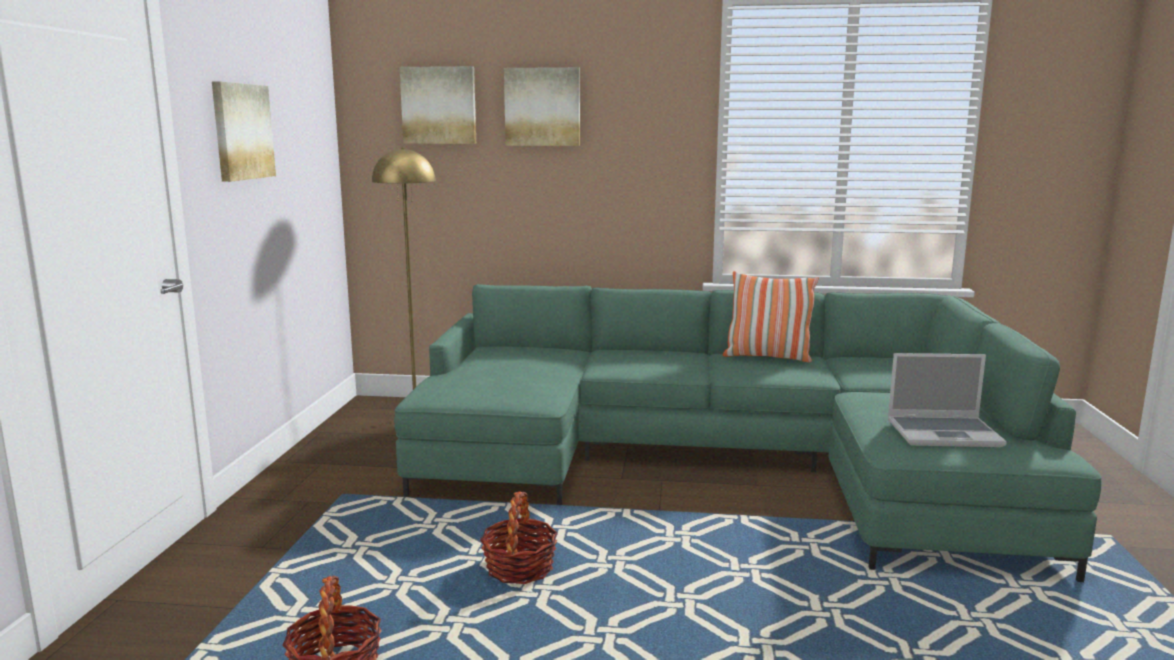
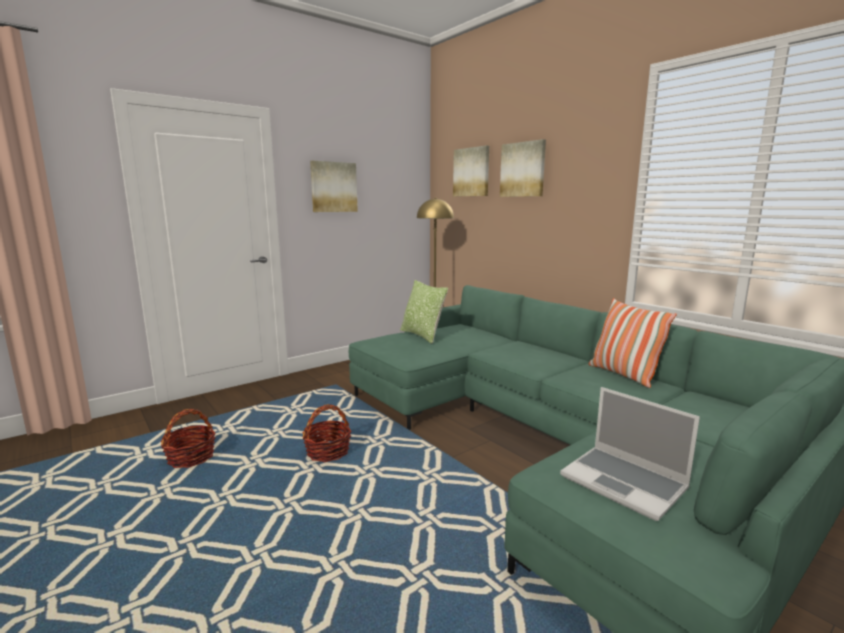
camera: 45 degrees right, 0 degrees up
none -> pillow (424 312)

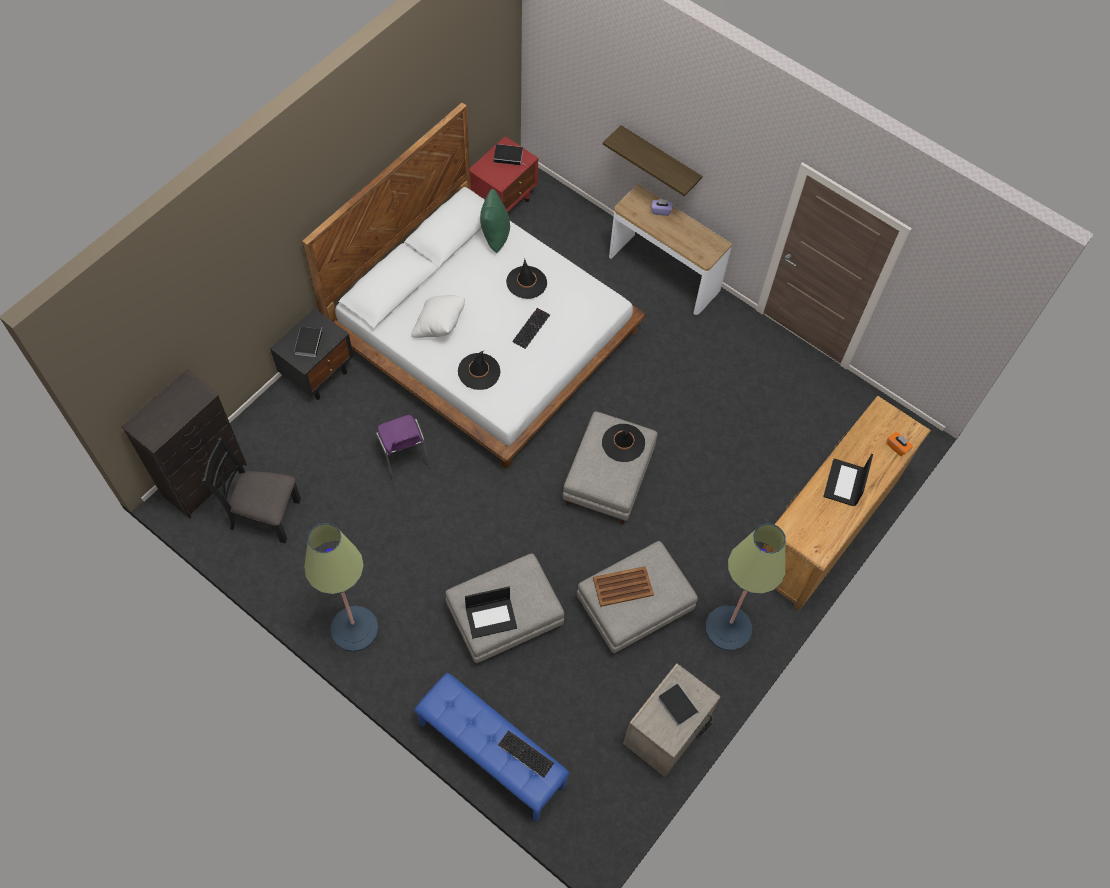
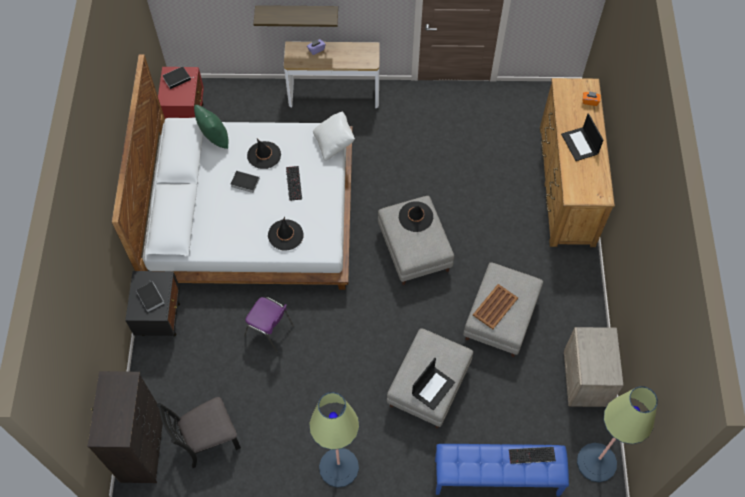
camera: 35 degrees left, 0 degrees up
pillow in whitish (438 316) -> pillow in whitish (334 136), shifted
book (678 704) -> book (245 182), shifted
floor lamp (745 587) -> floor lamp (617 434), shifted

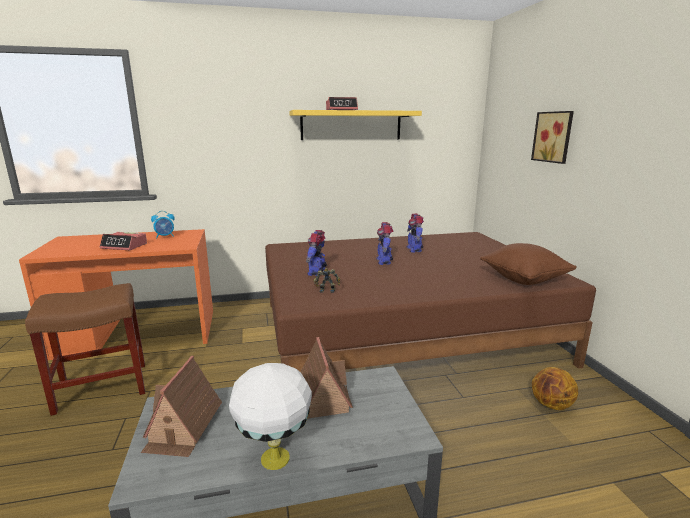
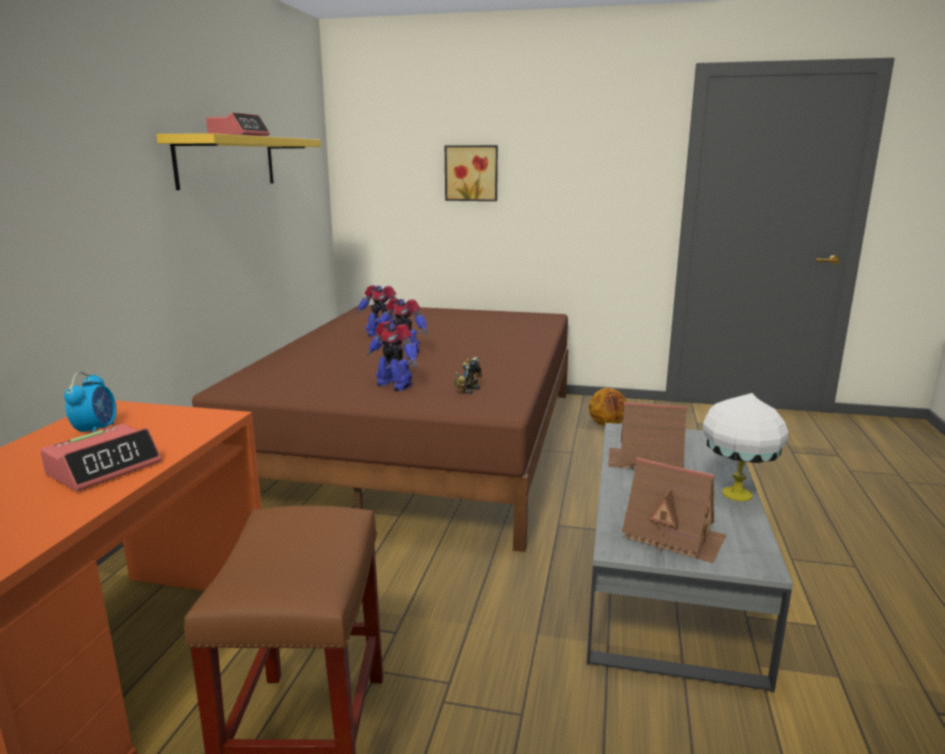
camera: 65 degrees left, 0 degrees up
pillow in brownish (528 264) -> none

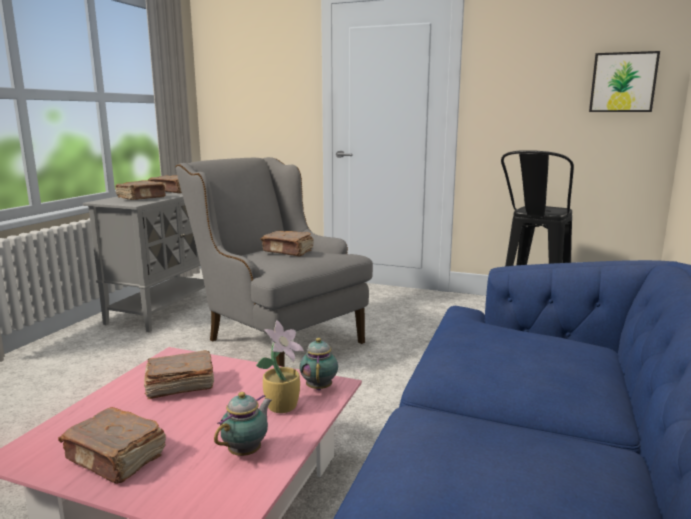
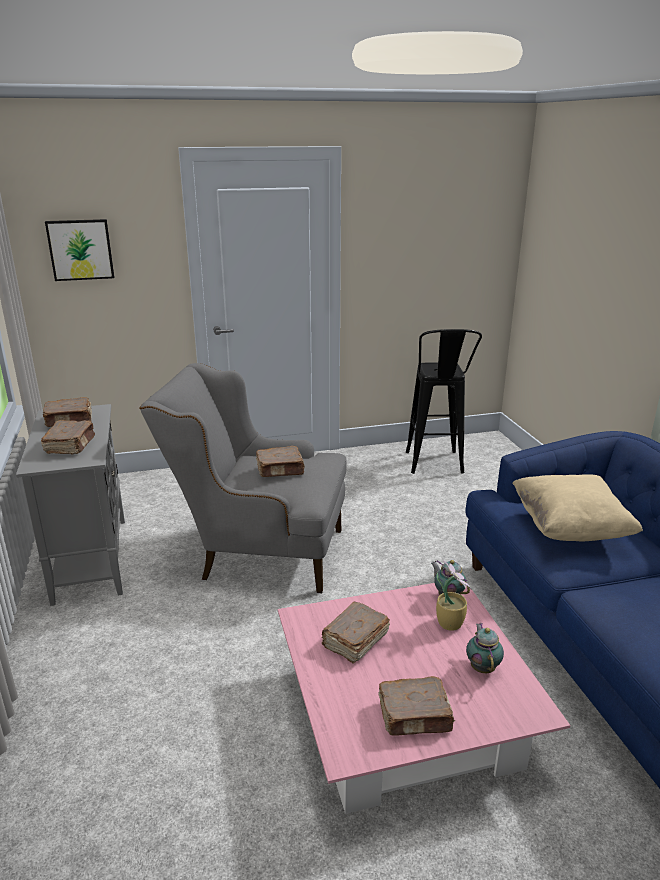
camera: 35 degrees left, 10 degrees up
wall picture (624 81) -> wall picture (79 250), shifted
none -> pillow in beige (577 508)

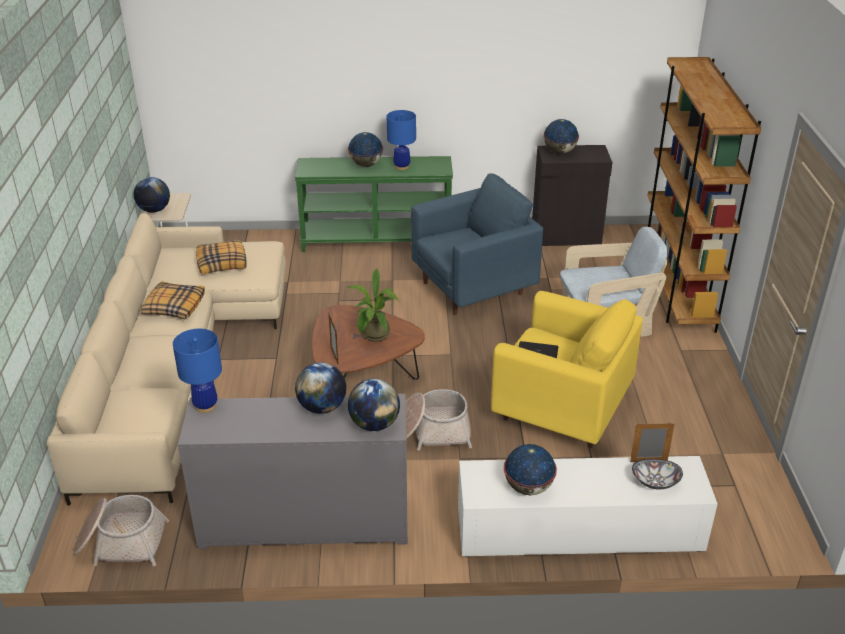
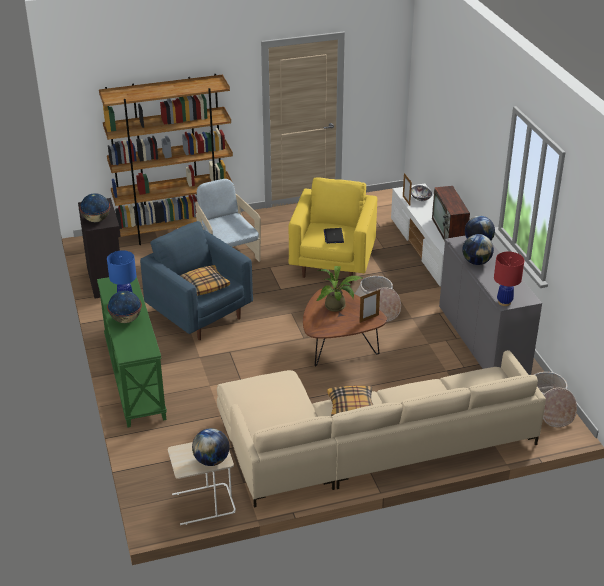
camera: 105 degrees left, 0 degrees up
tabletop lamp in bluish (197 371) -> tabletop lamp in red-coloured (509 279)
pillow (221 257) -> pillow (205 280), shifted
desk globe (530 469) -> TV (451 213)

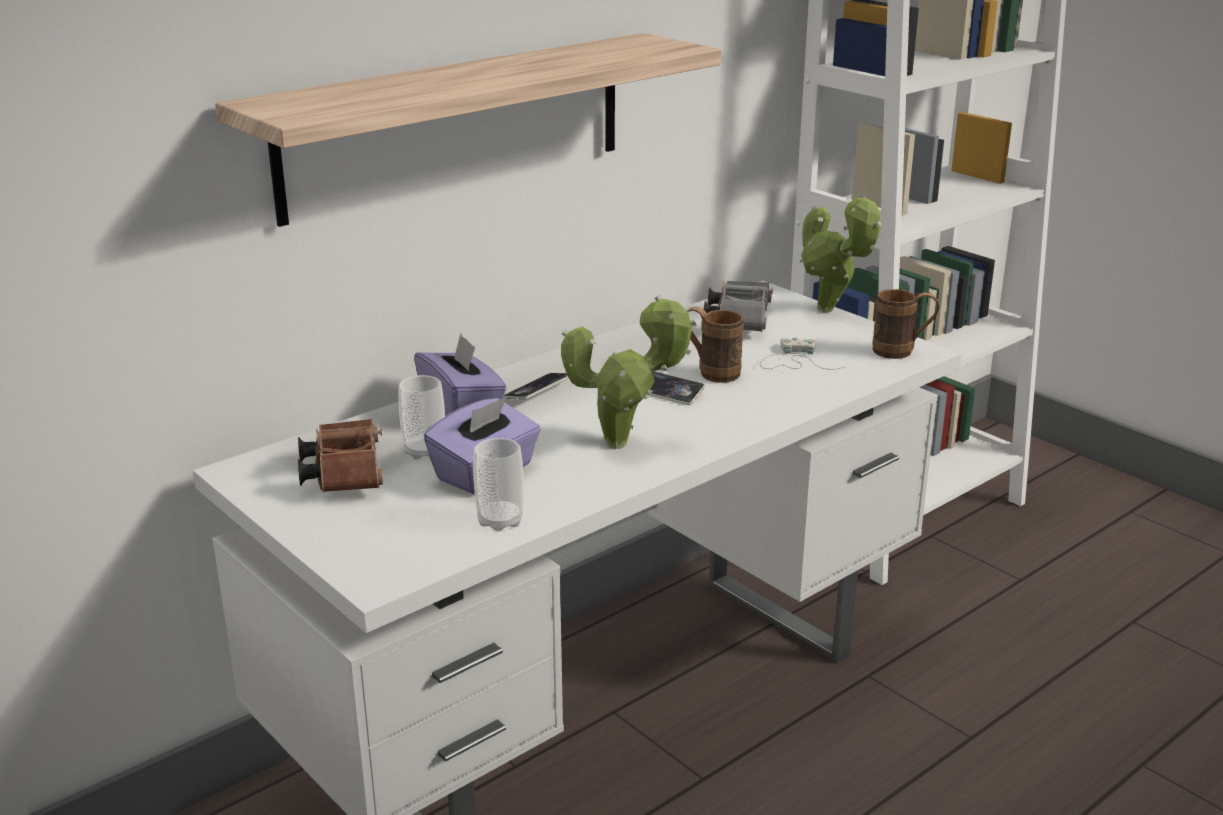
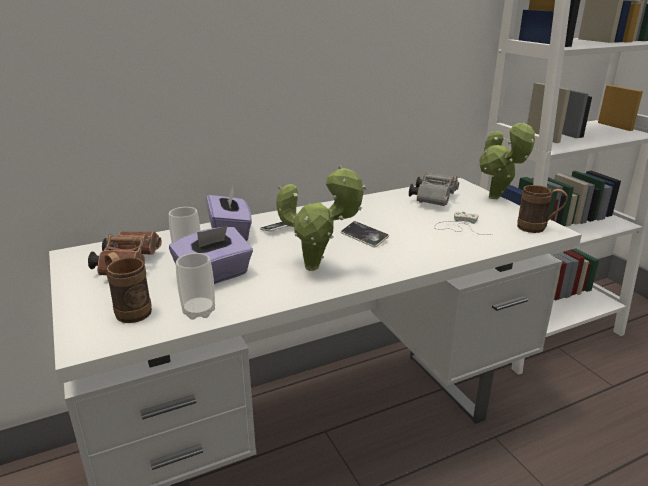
camera: 15 degrees right, 0 degrees up
shelf (468 130) -> none
tea mug in brownish (715 344) -> tea mug in brownish (128 287), shifted

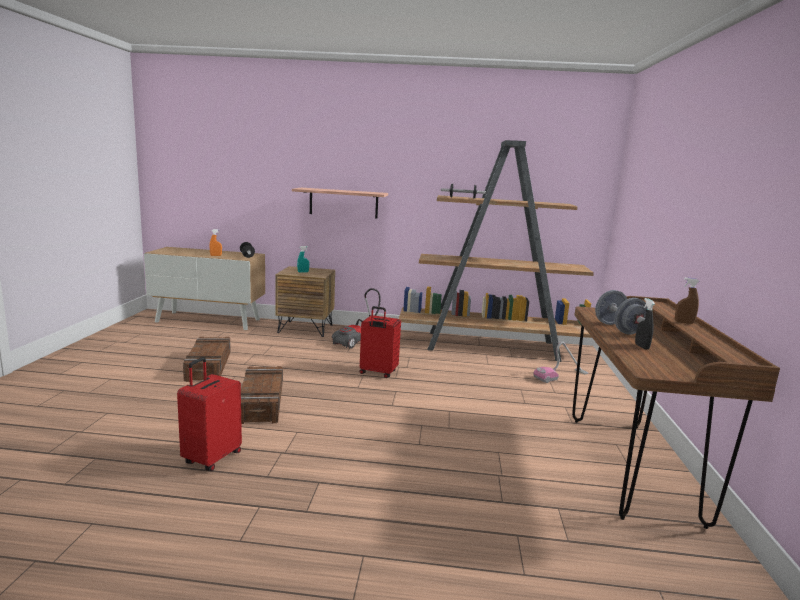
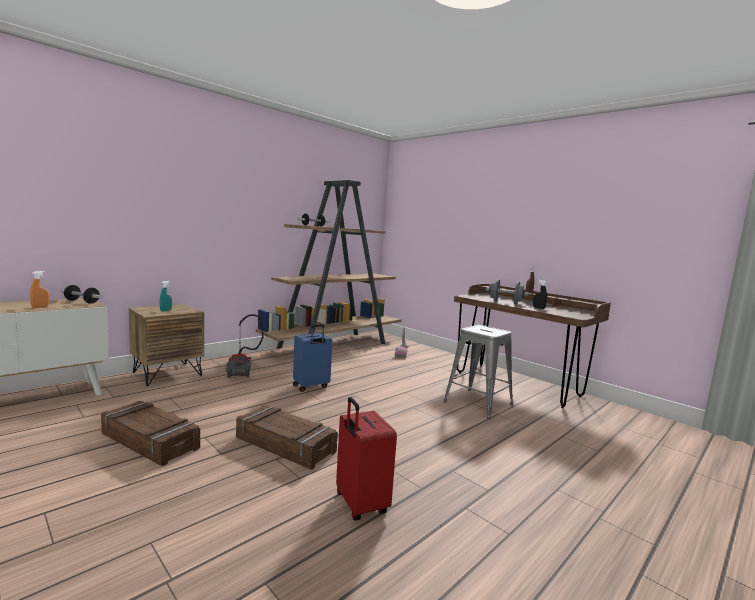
camera: 50 degrees left, 5 degrees down
shelf (340 203) -> none
piece of luggage in red-coloured (380 342) -> piece of luggage in bluish (312 358)
none -> stool seat in grey (478 372)

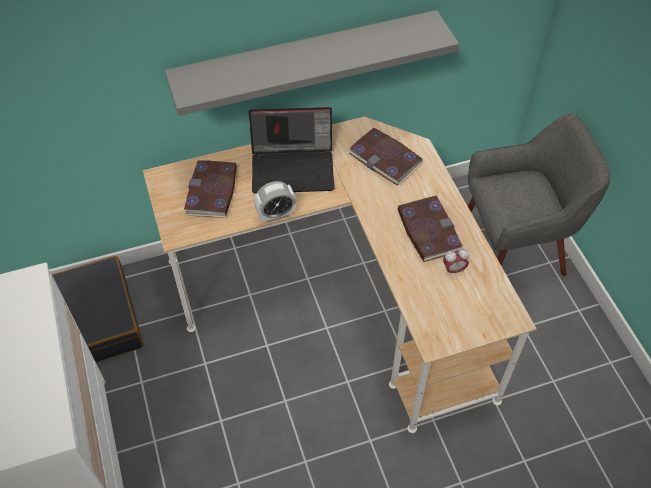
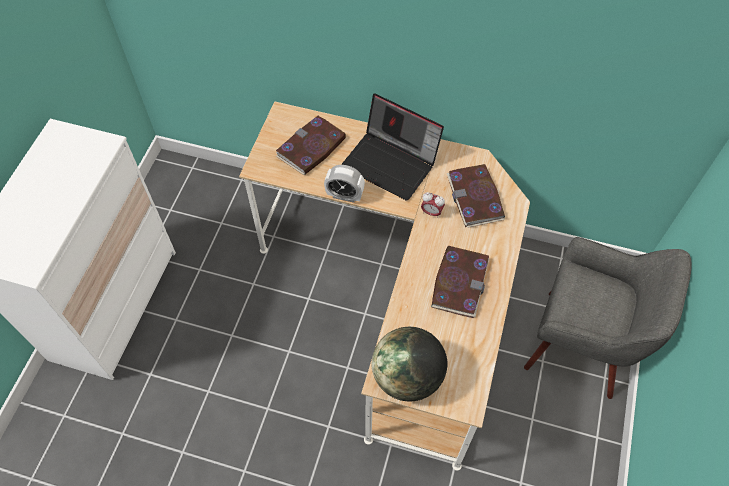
camera: 35 degrees right, 5 degrees up
piece of luggage in blackish (98 309) -> none
shelf in grey (312 63) -> none
alarm clock (456 262) -> alarm clock (433 204), shifted
none -> desk globe (409 364)

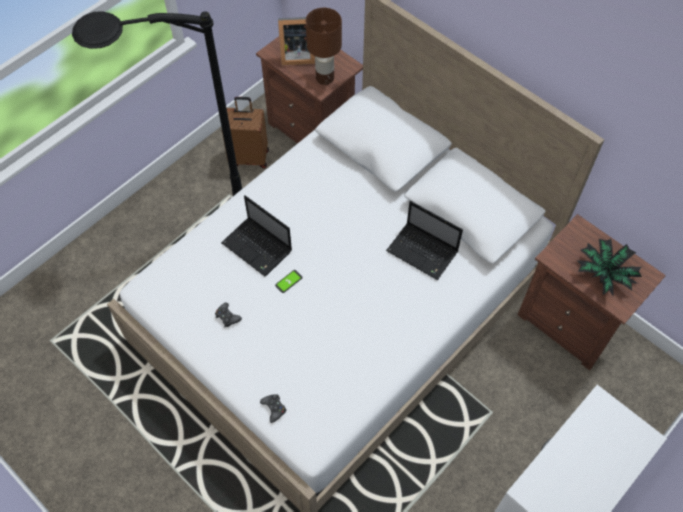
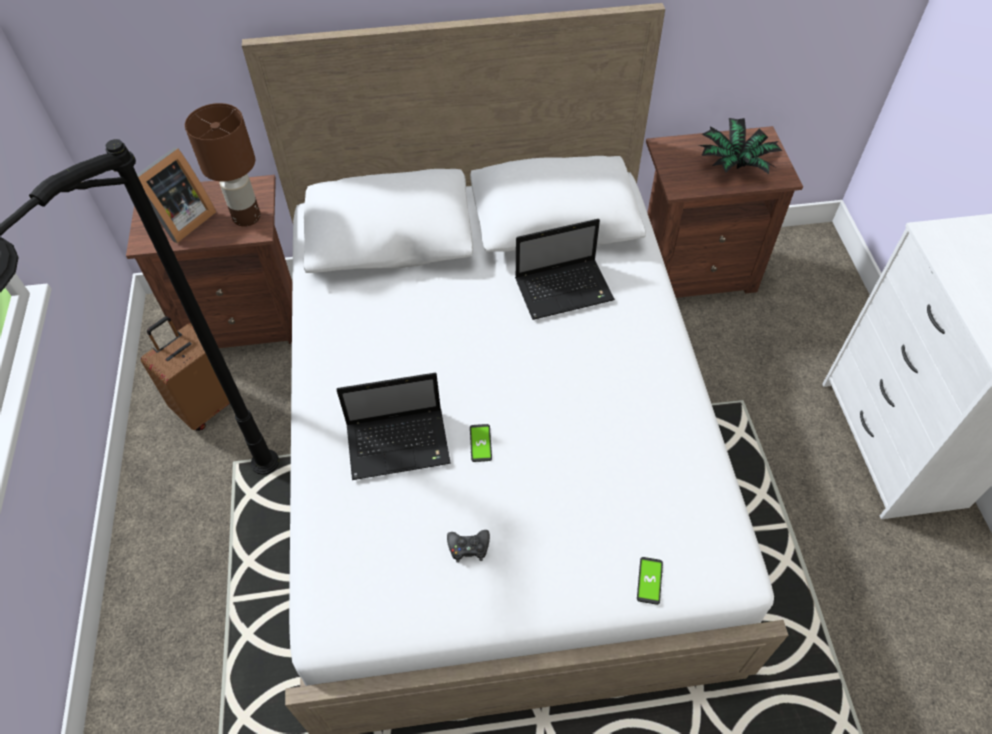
camera: 50 degrees left, 5 degrees down
game controller in blackish (273 408) -> telephone (650 581)

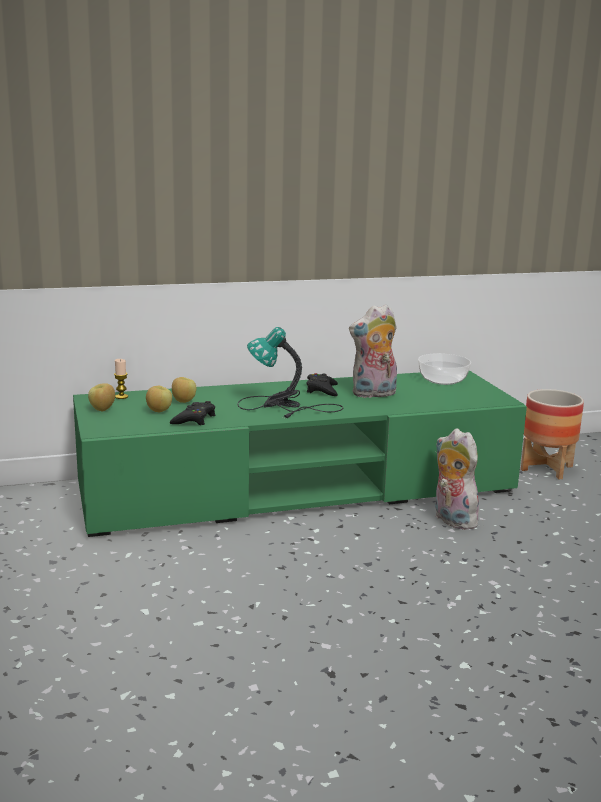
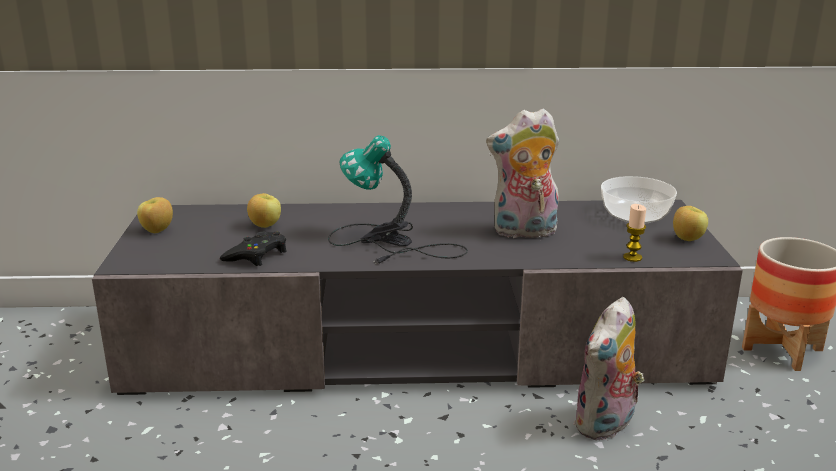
camera: 15 degrees right, 5 degrees up
tv unit in green-coloured (300 453) -> tv unit in grey (417 297)
wax light (121 379) -> wax light (634 233), shifted
apple fruit (159 399) -> apple fruit (690 223), shifted
game controller in blackish (322 384) -> none
soft toy (457 479) -> soft toy (608 369), 120 degrees counterclockwise

